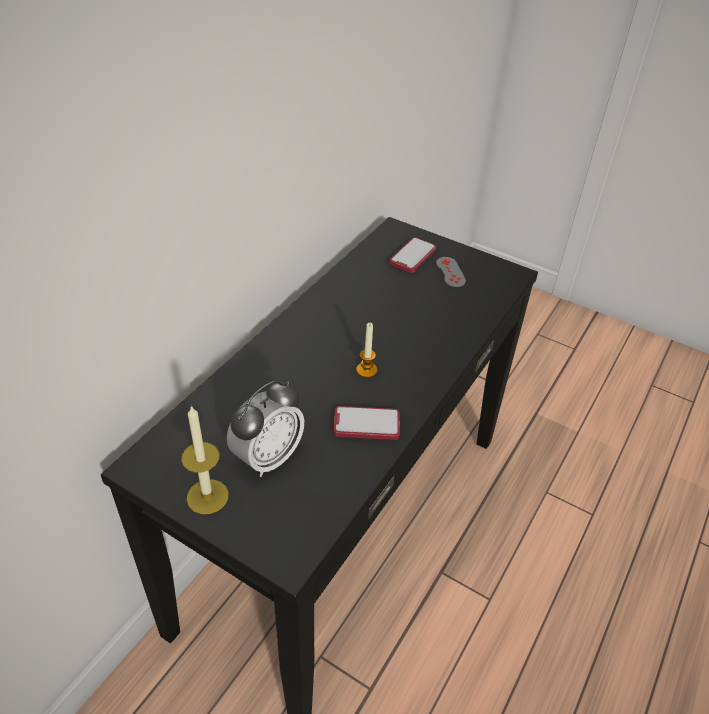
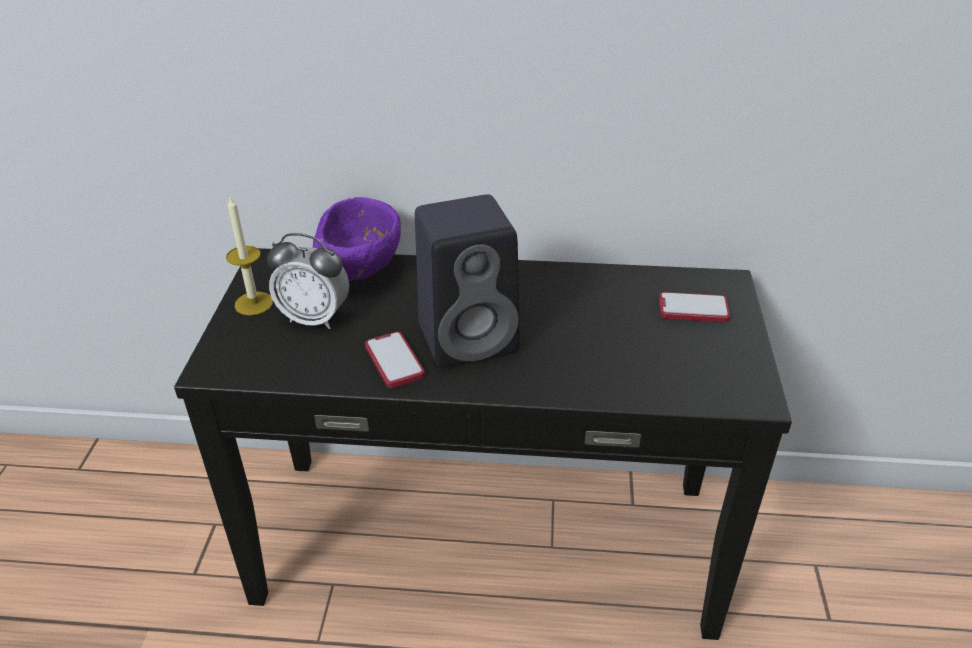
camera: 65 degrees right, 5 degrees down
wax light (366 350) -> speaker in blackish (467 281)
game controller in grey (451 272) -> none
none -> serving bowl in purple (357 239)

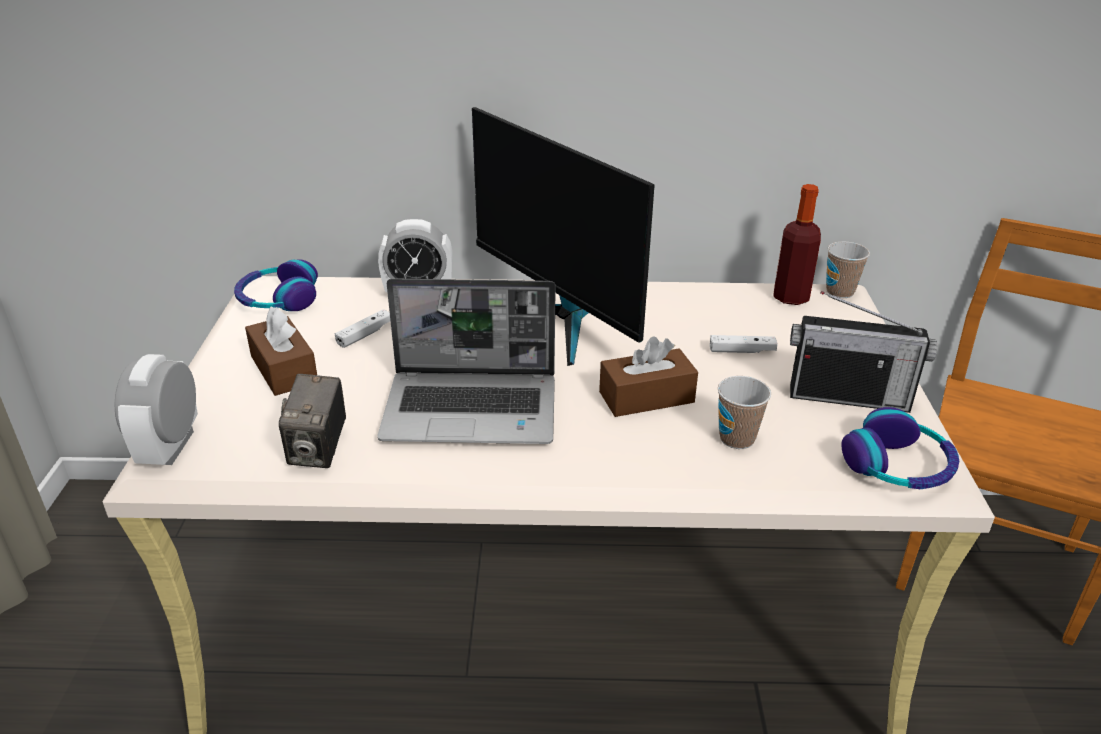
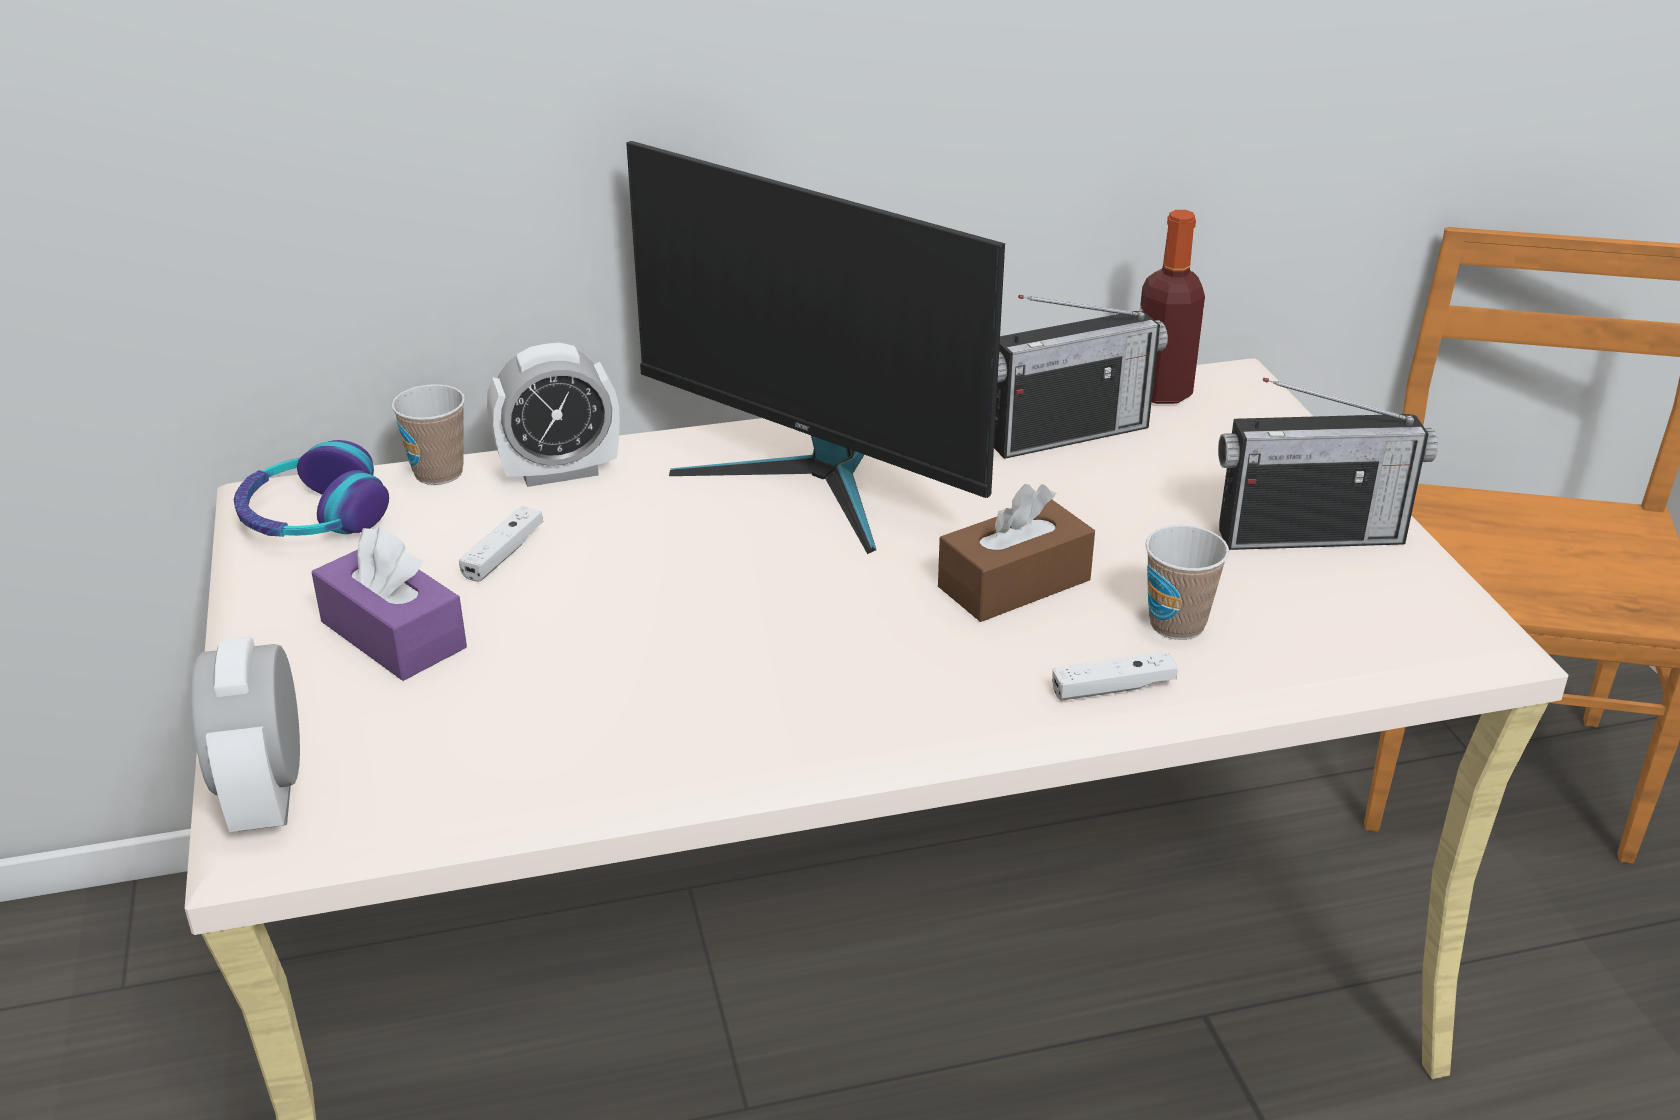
camera: 15 degrees left, 0 degrees up
tissue box in brownish (281 351) -> tissue box in purple (389 604)
still camera (312 421) -> none
portable computer (466 361) -> none
game controller in whitish (743 344) -> game controller in whitish (1115 676), shifted
small cup (848 270) -> small cup (428 434), shifted
headset (900 448) -> none
none -> radio set (1081 377)

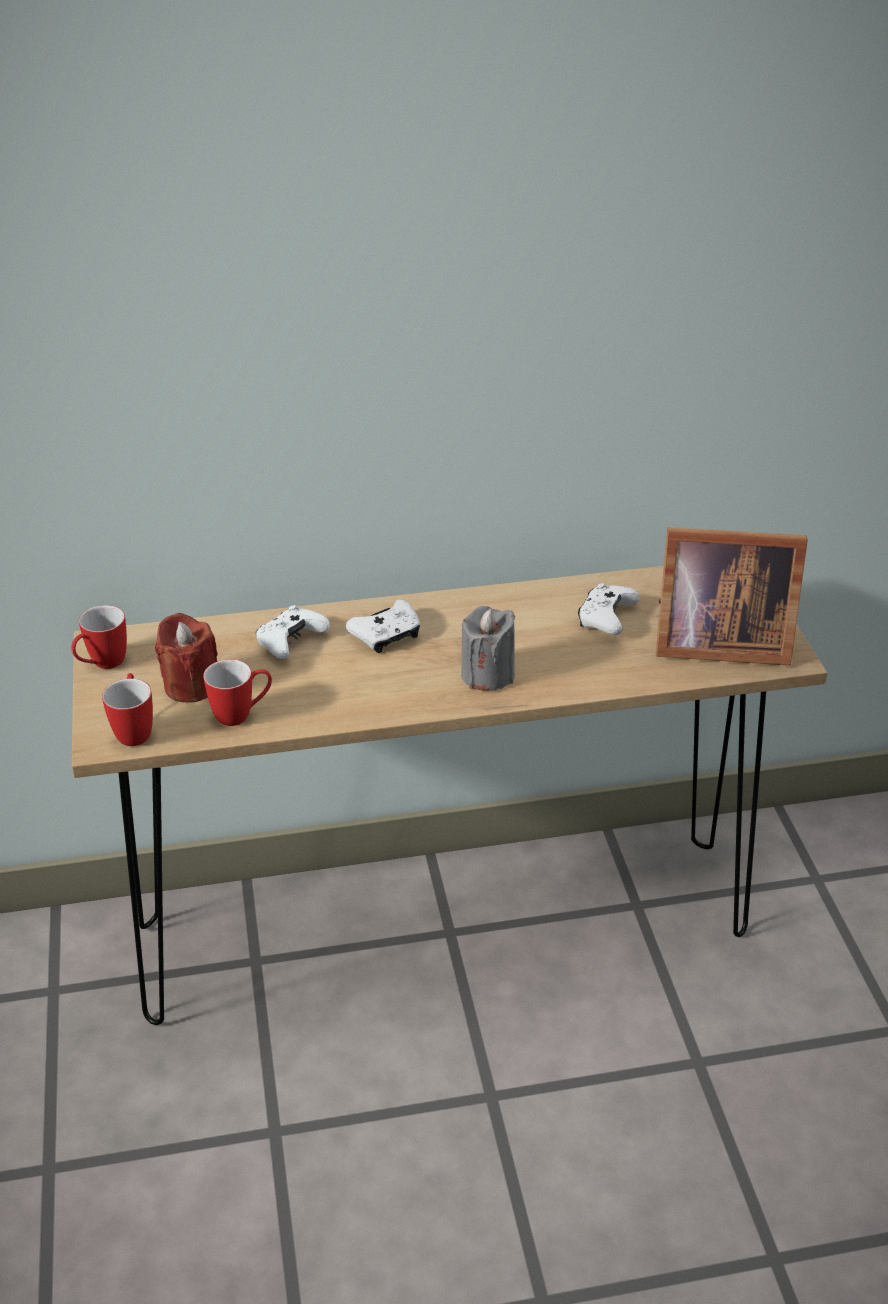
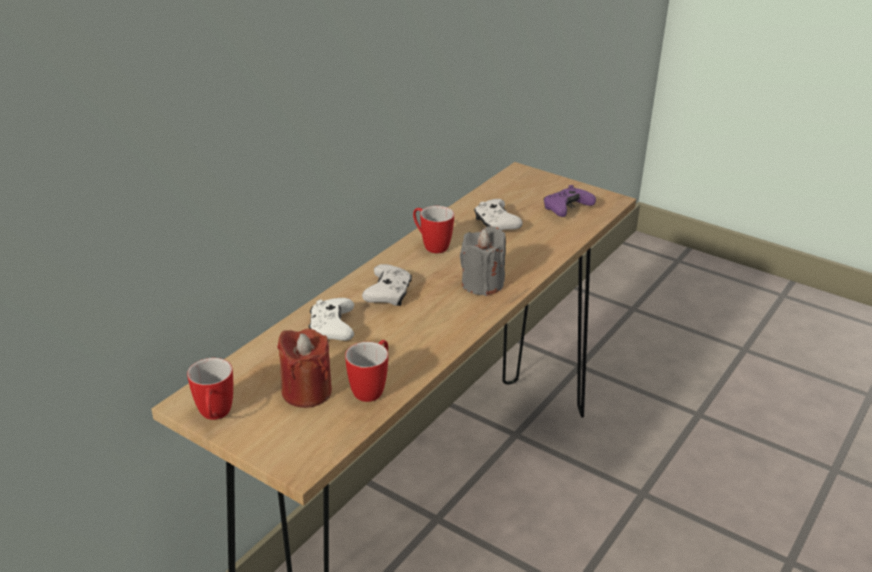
camera: 45 degrees left, 5 degrees down
tea mug (127 709) -> tea mug (433 229), shifted
picture frame (732 596) -> game controller in purple (570 201)

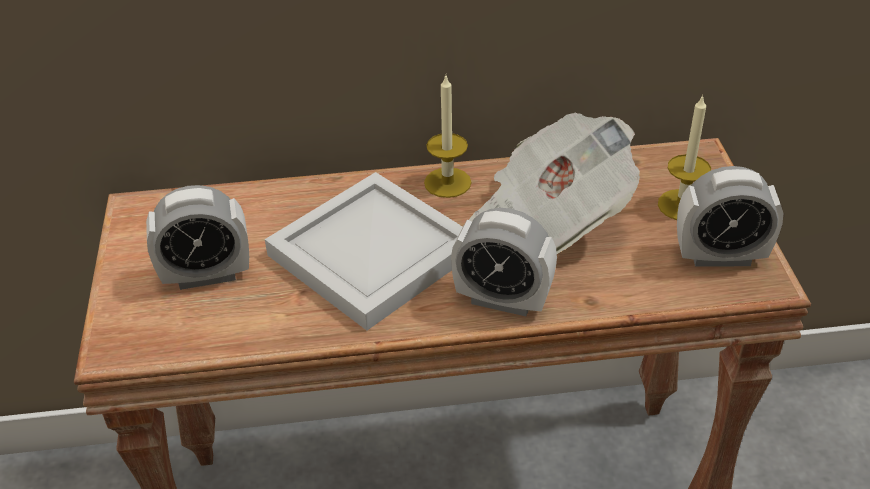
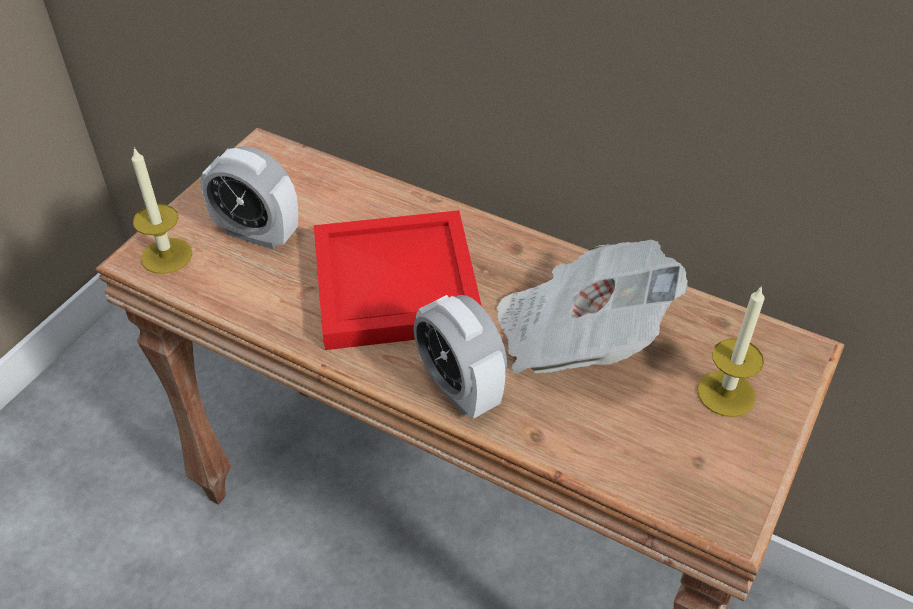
camera: 35 degrees right, 5 degrees up
tray in whitish (364 251) -> tray in red-coloured (398 280)
wax light (448 137) -> wax light (161 210), shifted
alarm clock (730 216) -> none

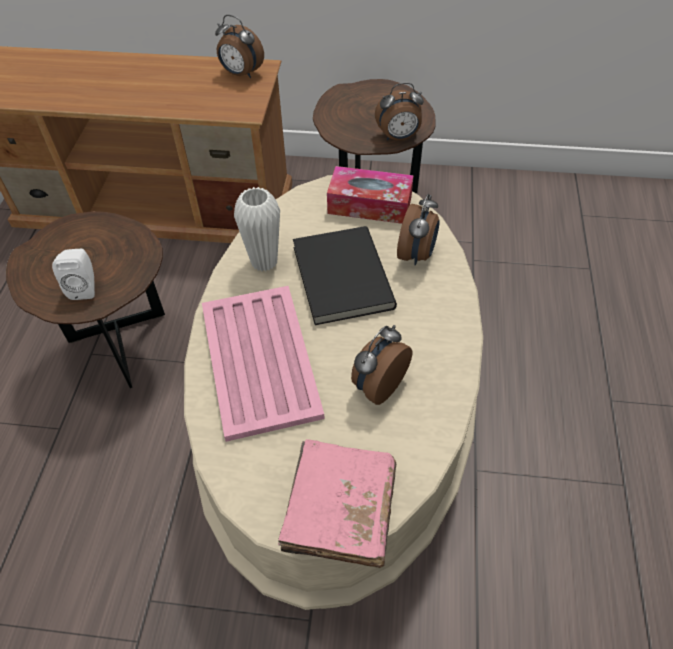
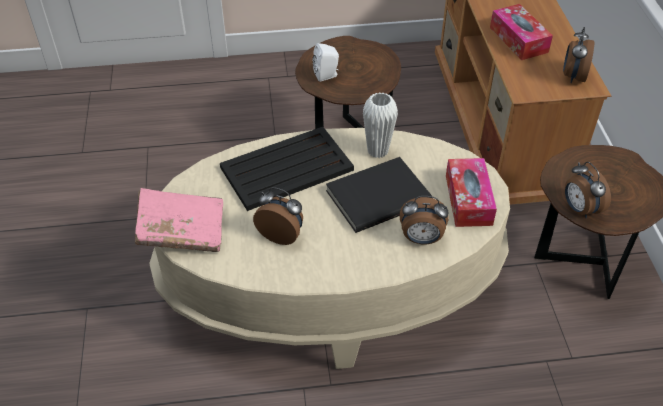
camera: 75 degrees right, 5 degrees down
tray in pink (263 364) -> tray in blackish (287 169)
none -> tissue box (521 32)

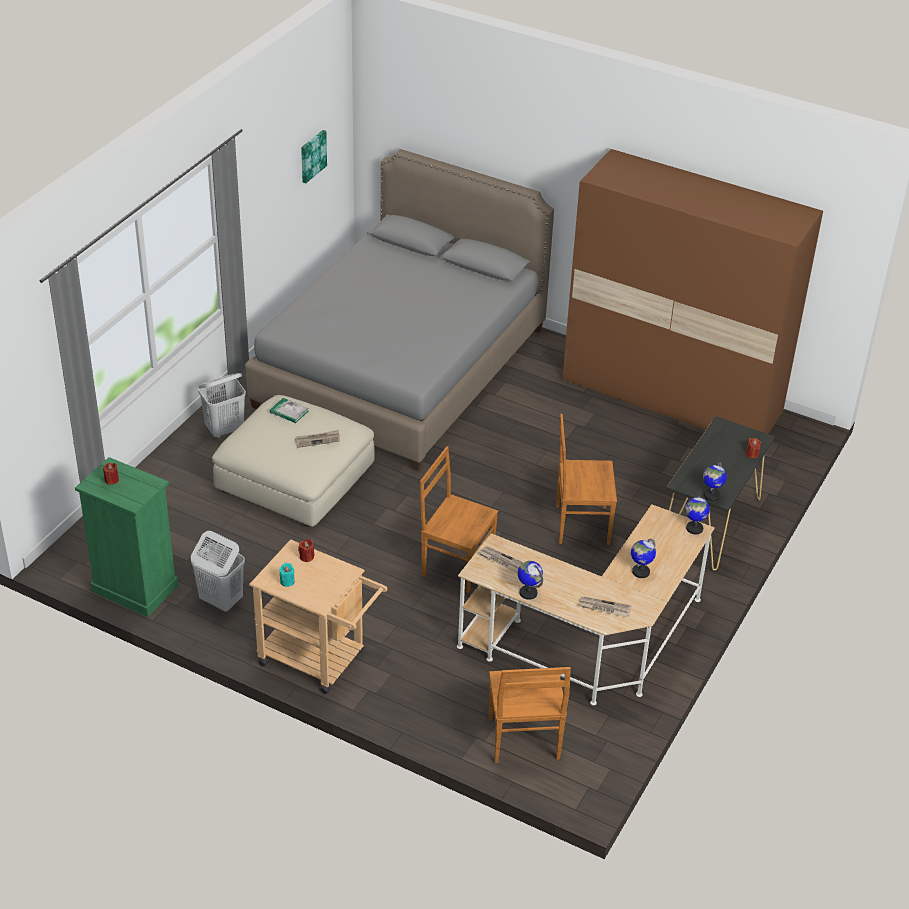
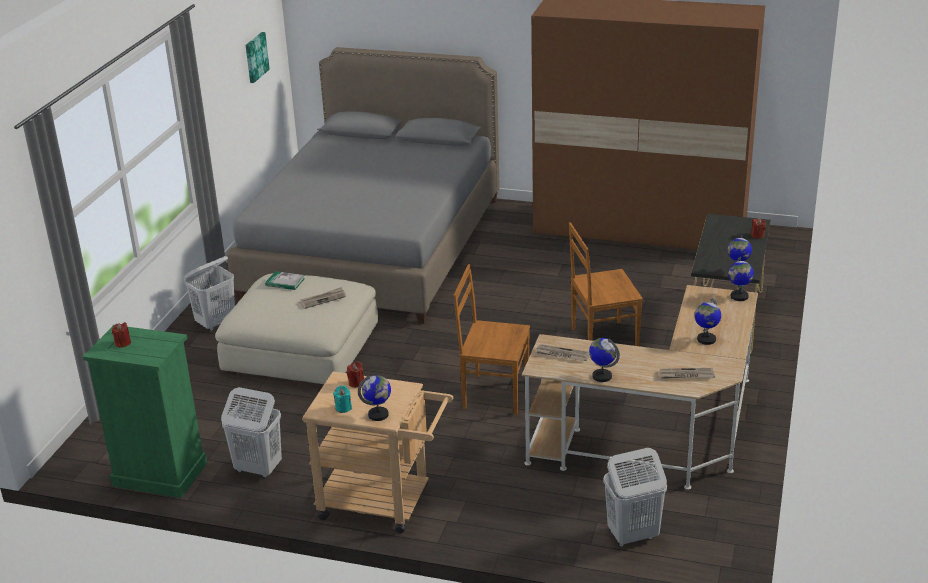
camera: 10 degrees left, 10 degrees down
plain chair in brownish (530 715) -> hamper in whitish (635 497)
none -> desk globe (374 398)

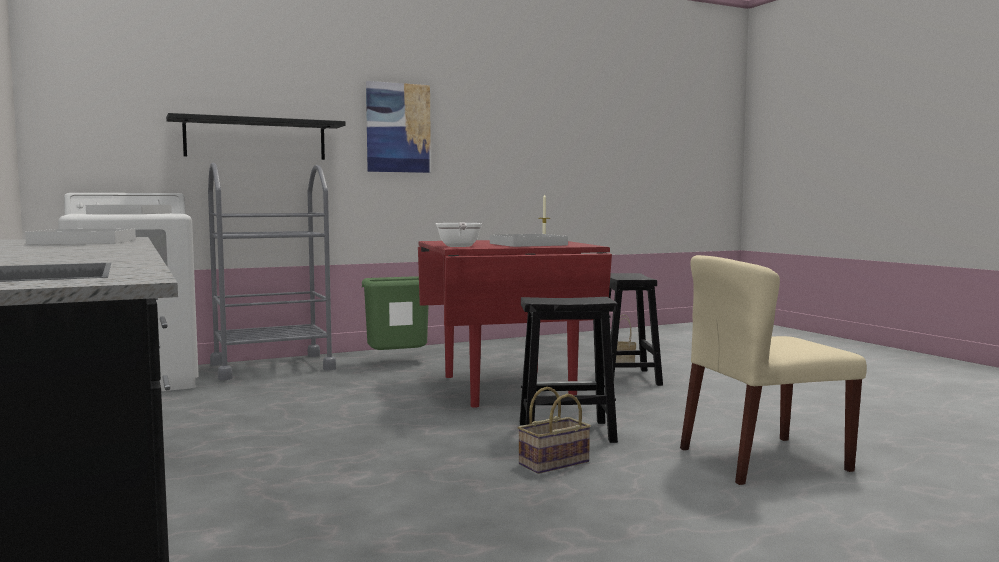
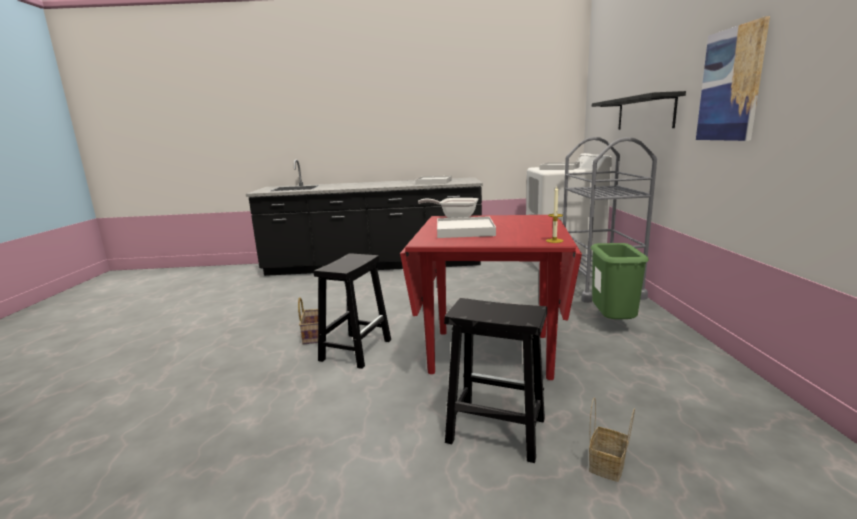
camera: 115 degrees right, 10 degrees up
plain chair in beige (773 370) -> none

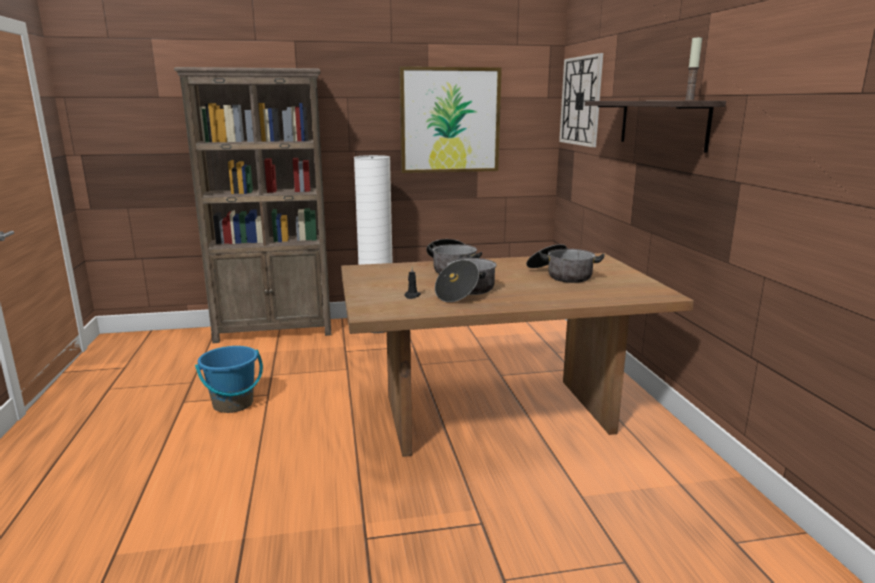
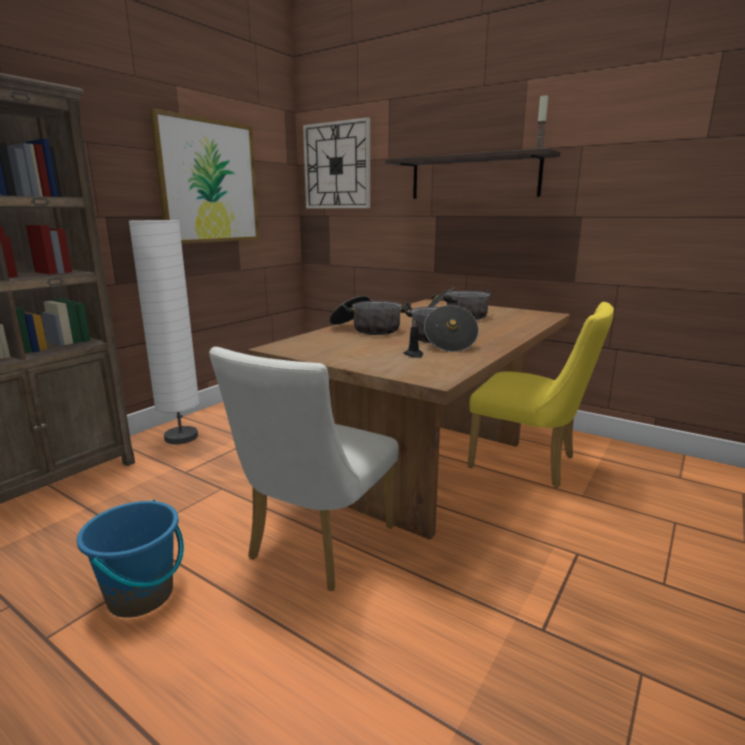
camera: 45 degrees left, 0 degrees up
none -> plain chair in whitish (304 469)
none -> plain chair in yellow (540 395)

